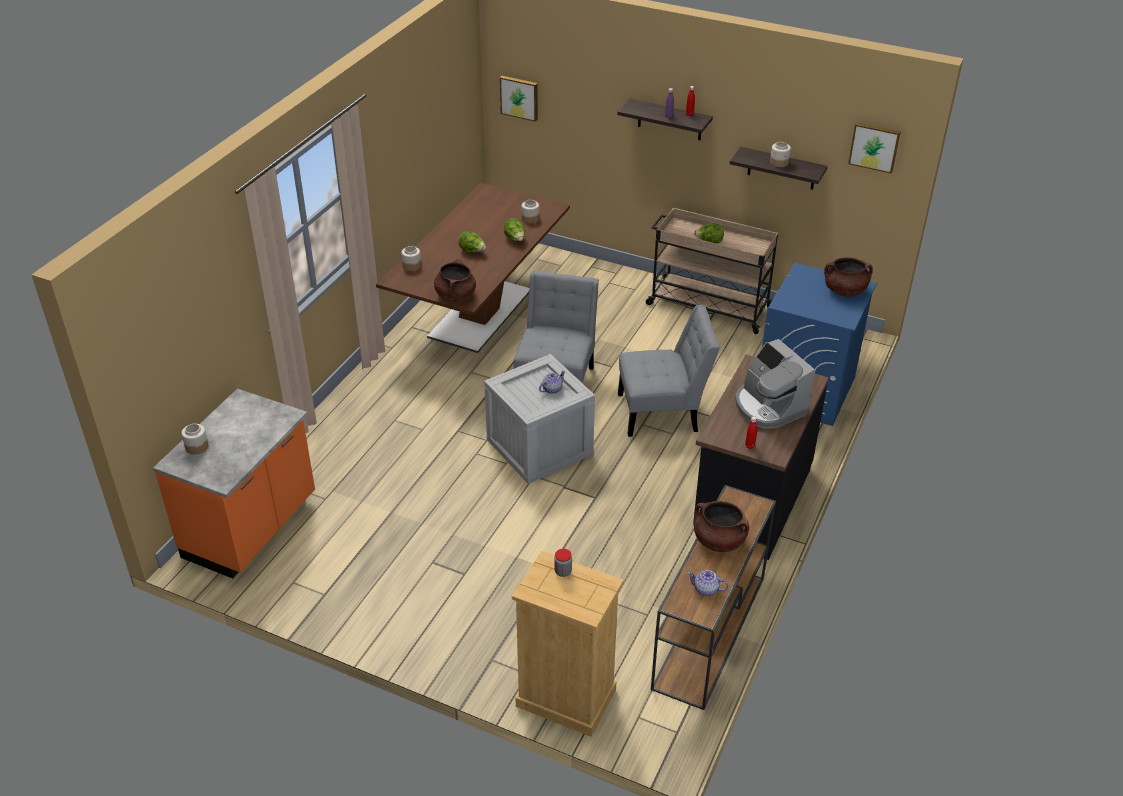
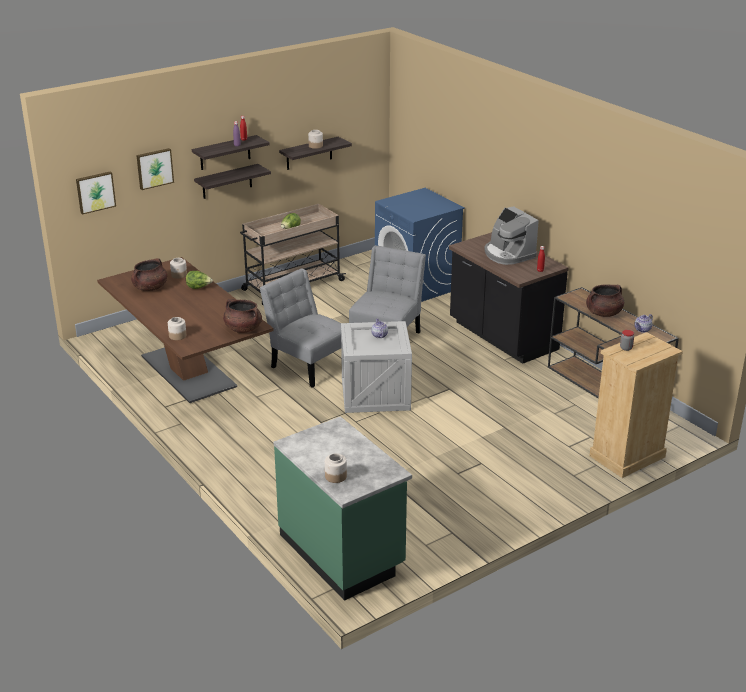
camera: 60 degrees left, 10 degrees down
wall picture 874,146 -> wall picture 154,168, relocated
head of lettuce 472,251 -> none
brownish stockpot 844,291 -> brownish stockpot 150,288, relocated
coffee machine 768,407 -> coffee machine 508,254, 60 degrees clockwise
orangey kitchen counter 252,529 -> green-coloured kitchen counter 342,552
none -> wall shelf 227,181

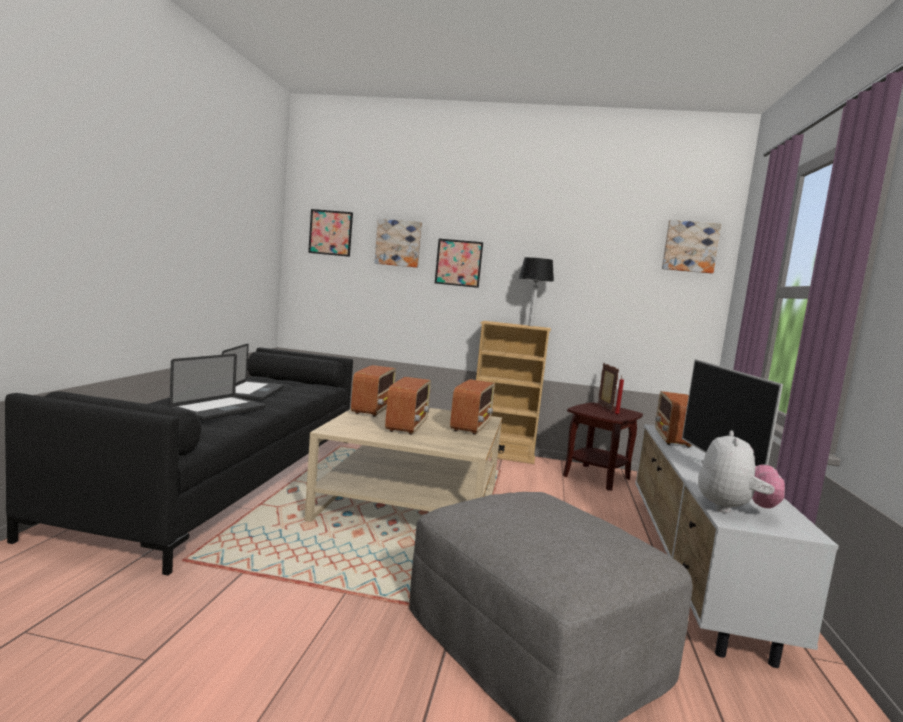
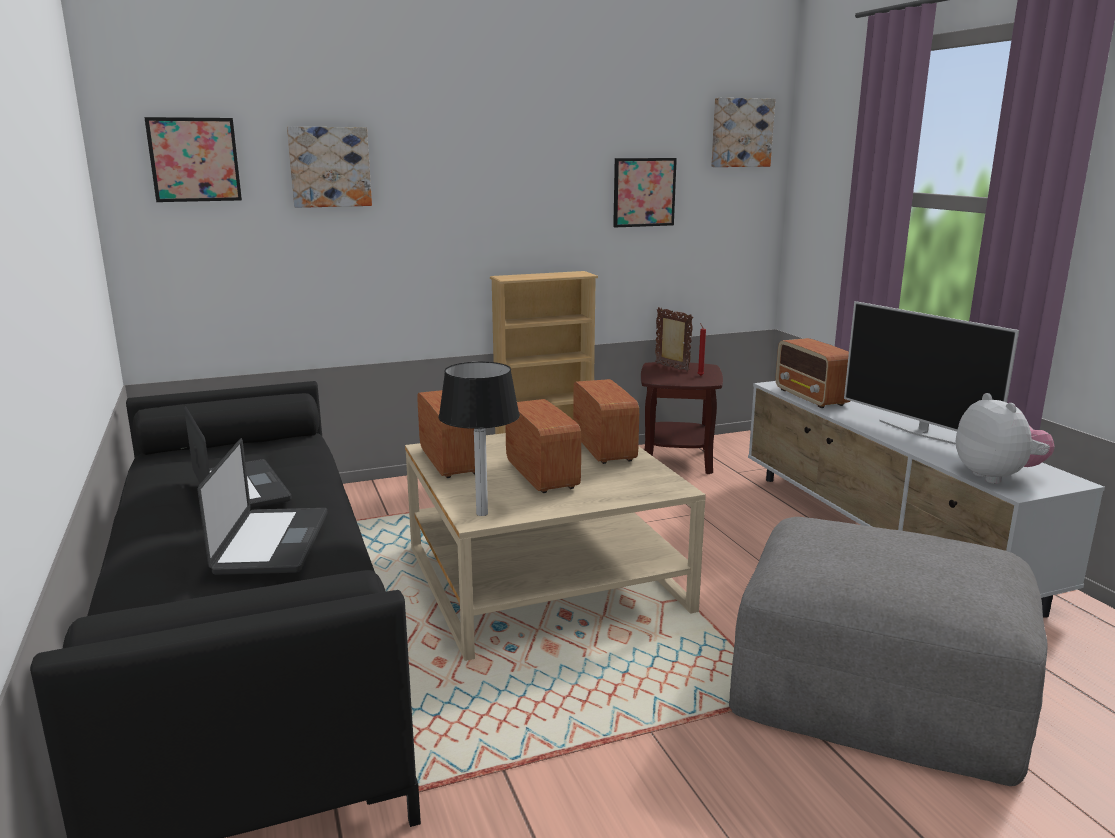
camera: 30 degrees left, 10 degrees up
wall picture 458,263 -> wall picture 644,192, relocated
table lamp 531,326 -> table lamp 483,513, relocated

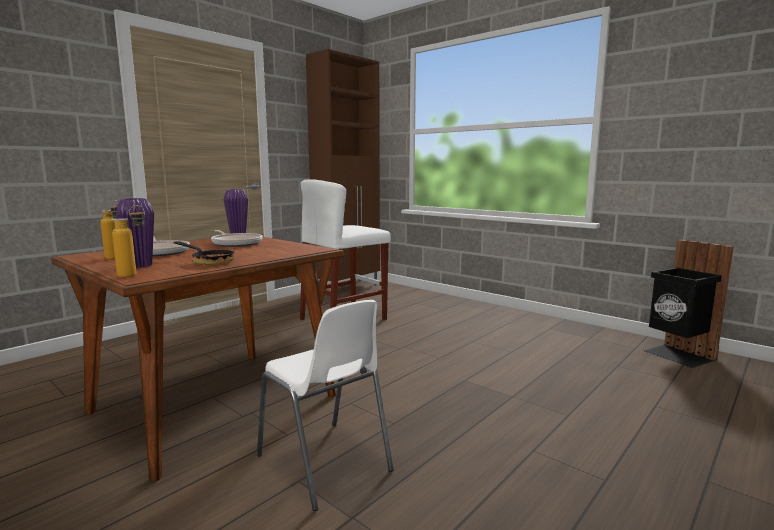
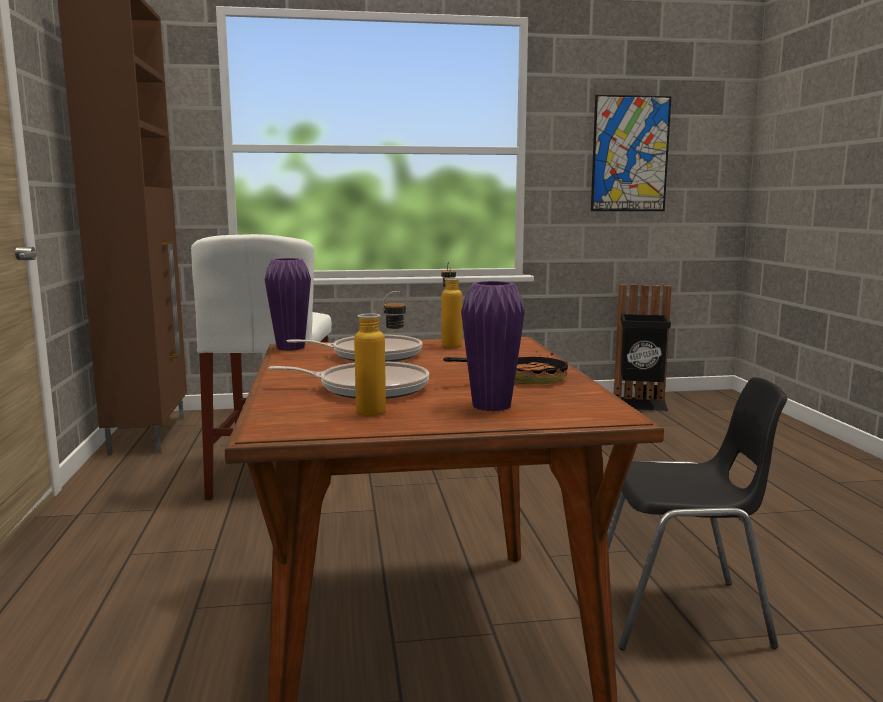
camera: 50 degrees left, 0 degrees up
bottle 134,274 -> bottle 450,345, relocated
white chair 325,463 -> black chair 681,614
none -> wall picture 630,154

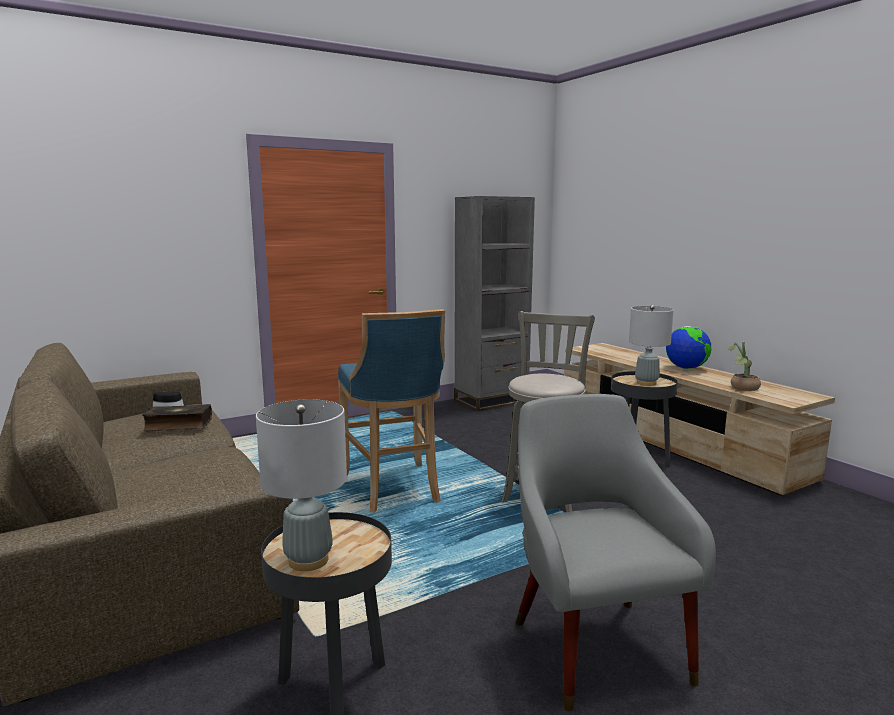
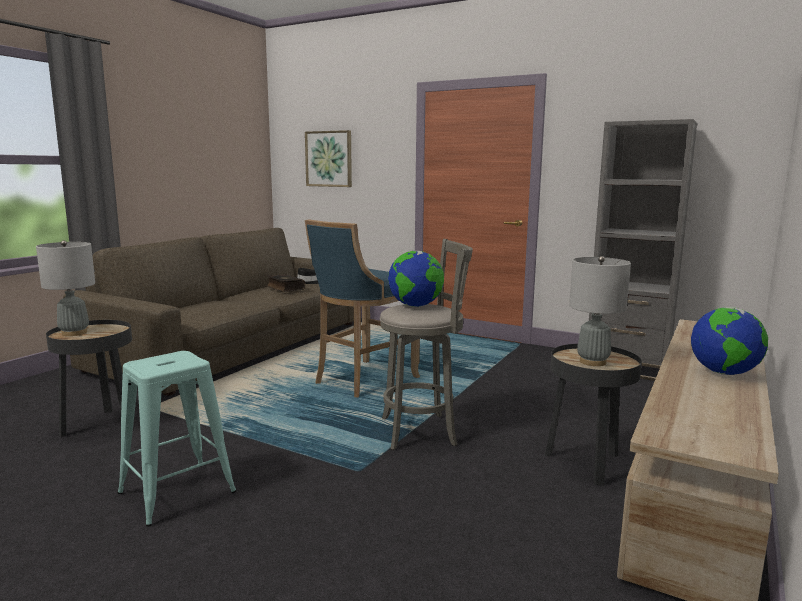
camera: 60 degrees right, 0 degrees up
potted plant 742,388 -> none
greyish lounge chair 595,642 -> turquoise-coloured sitting stool 177,492
none -> wall picture 329,159
none -> desk globe 415,306

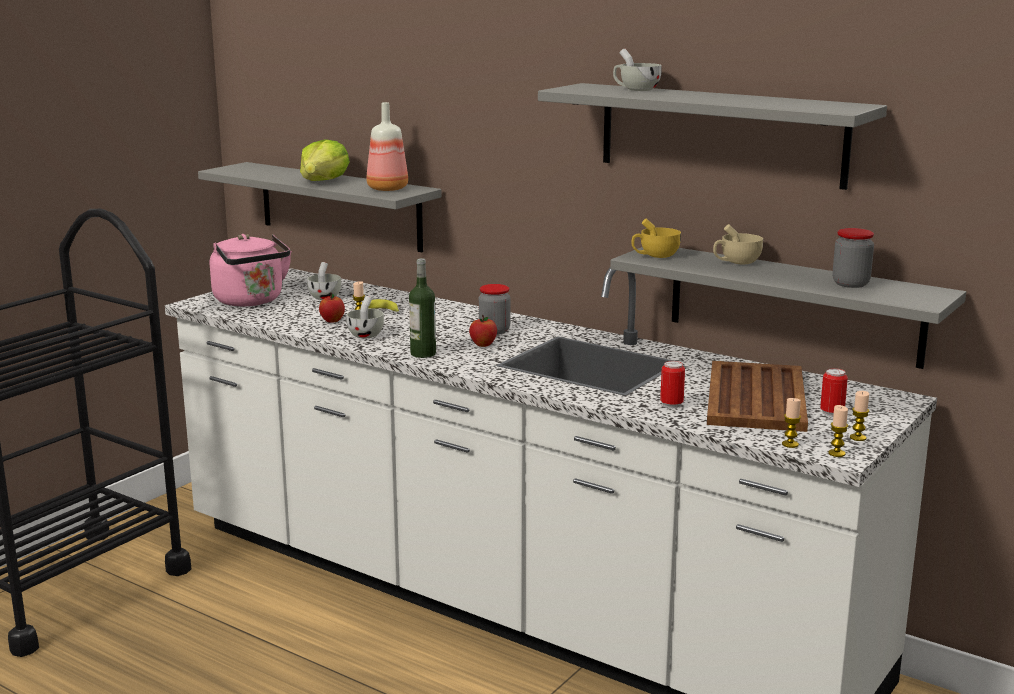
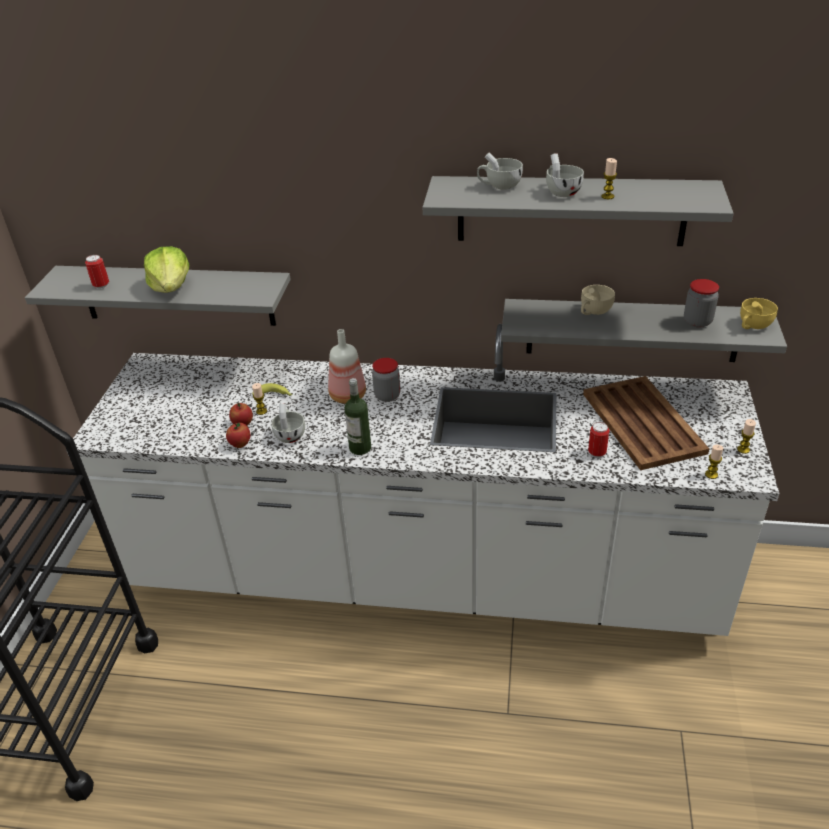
camera: 25 degrees left, 20 degrees up
bottle 387,189 -> bottle 348,396, relocated
yellow-coloured cup 655,255 -> yellow-coloured cup 752,326, relocated
pinkish water kettle 251,301 -> none
white cup 326,296 -> white cup 561,191, relocated
apple 483,345 -> apple 240,444, relocated
metal can 832,413 -> metal can 101,286, relocated
wax light 836,453 -> wax light 607,196, relocated

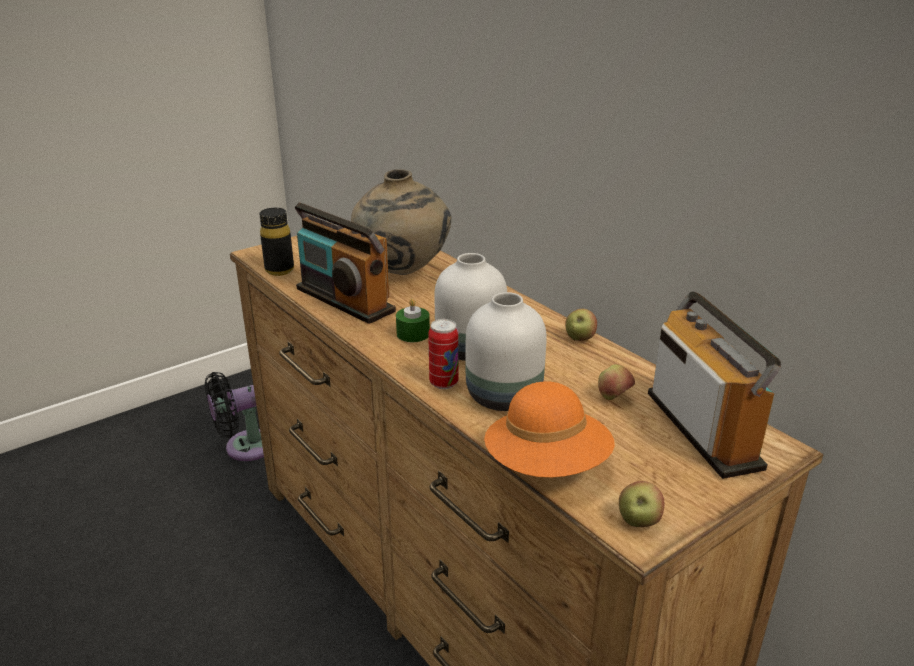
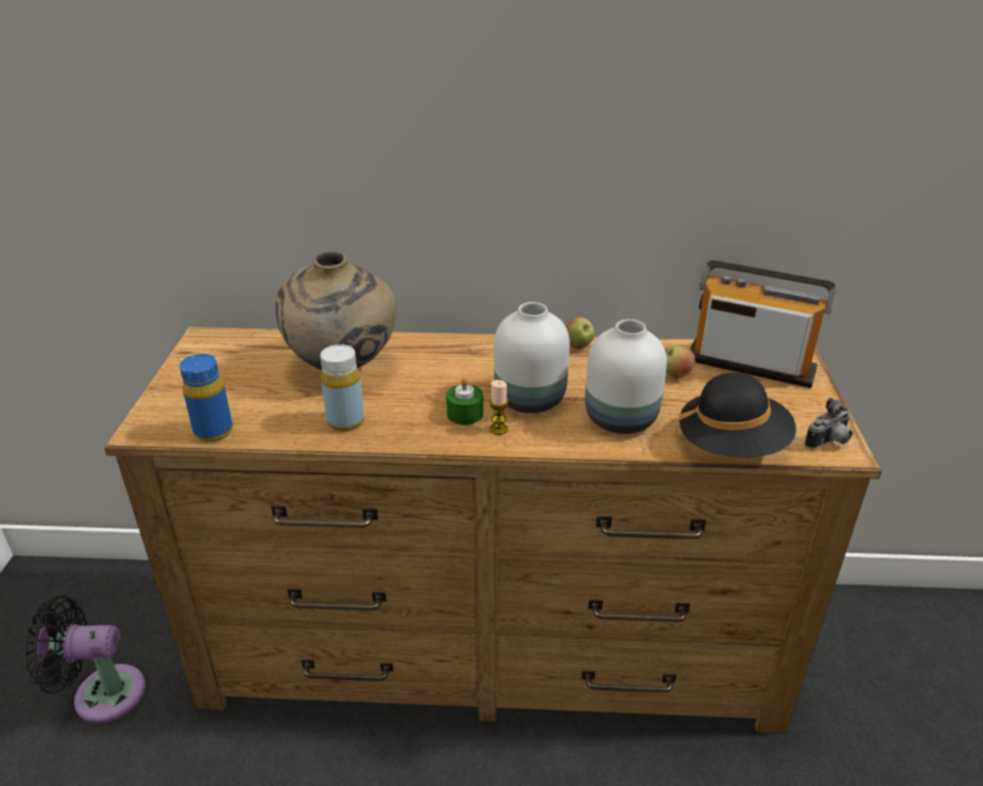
camera: 50 degrees left, 5 degrees up
radio set 344,300 -> yellow-coloured bottle 345,421
black bottle 279,270 -> blue-coloured bottle 213,431
metal can 443,383 -> none
black cooling fan 245,447 -> black cooling fan 102,694, 75 degrees clockwise
orangey hat 547,465 -> black hat 732,445
apple 638,522 -> photo camera 829,442
none -> wax light 498,429

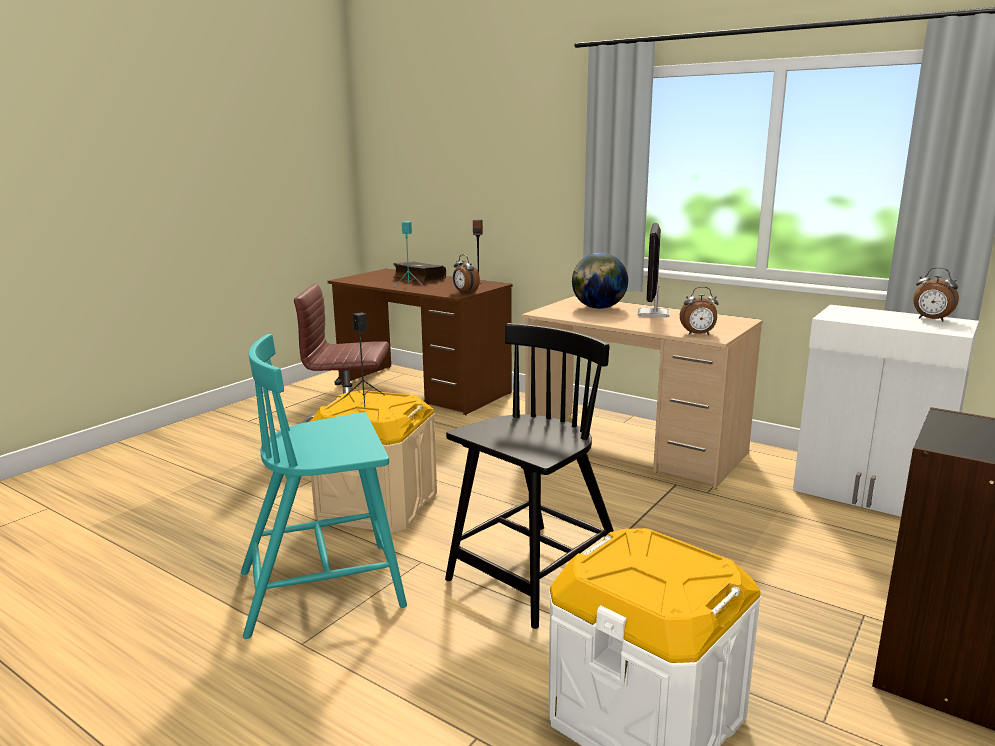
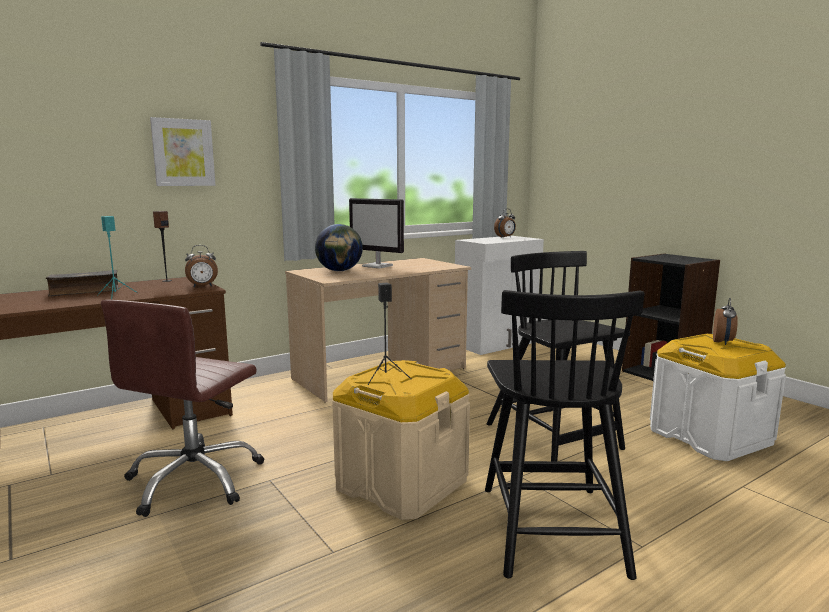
camera: 70 degrees left, 5 degrees down
table clock 698,334 -> table clock 723,342, relocated
turquoise-coloured chair 325,588 -> black chair 551,527
none -> wall picture 183,152

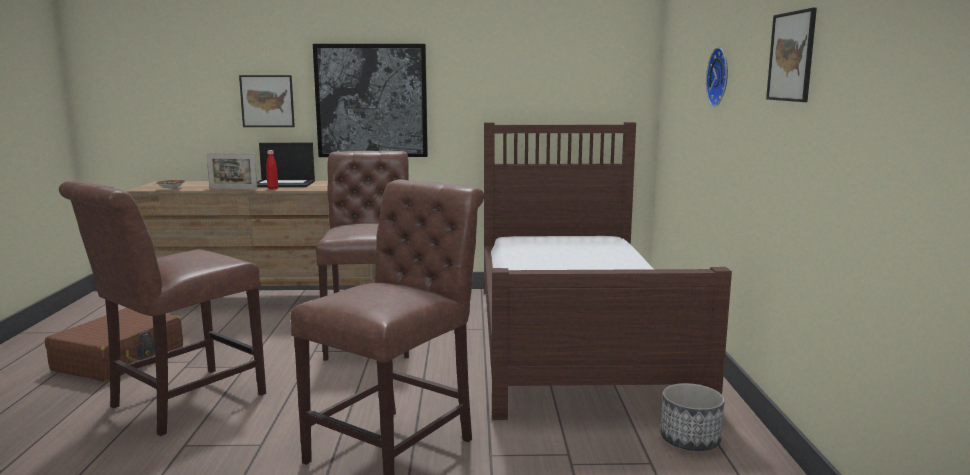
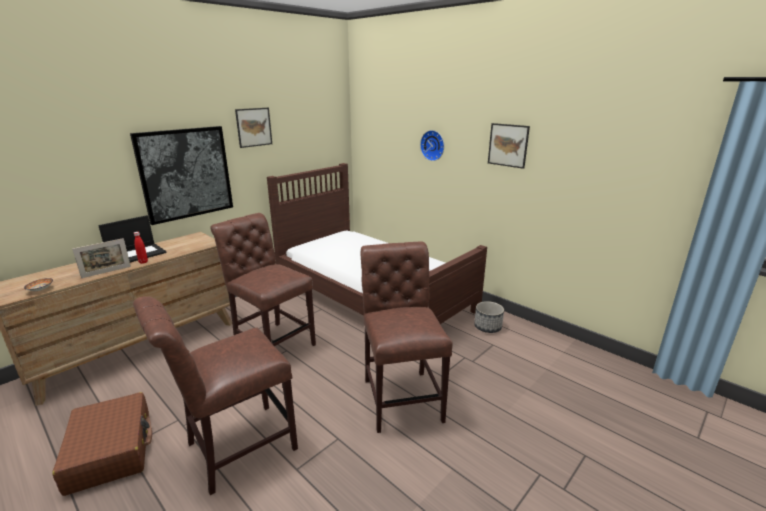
camera: 45 degrees left, 10 degrees up
wall picture 267,101 -> wall picture 254,127, relocated
brownish chair 180,402 -> brownish chair 235,448, 60 degrees clockwise

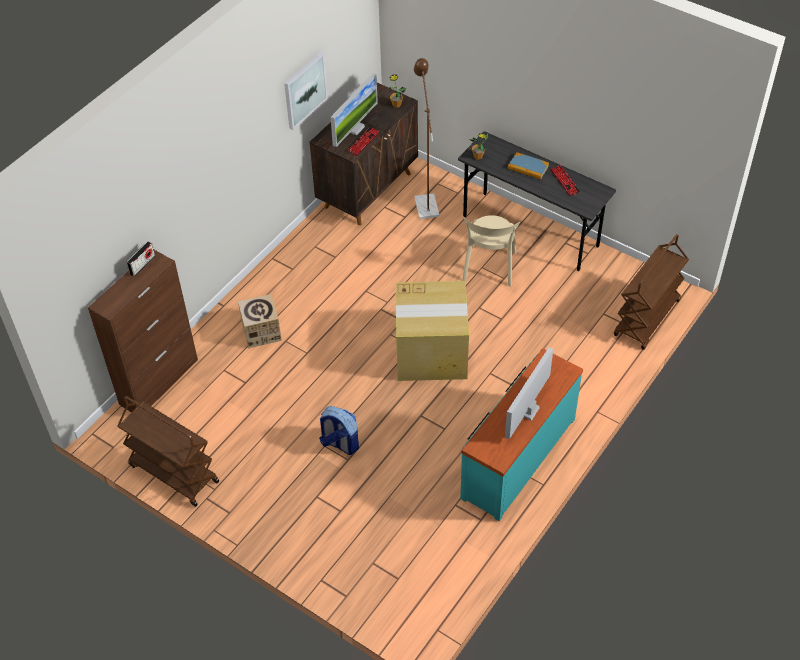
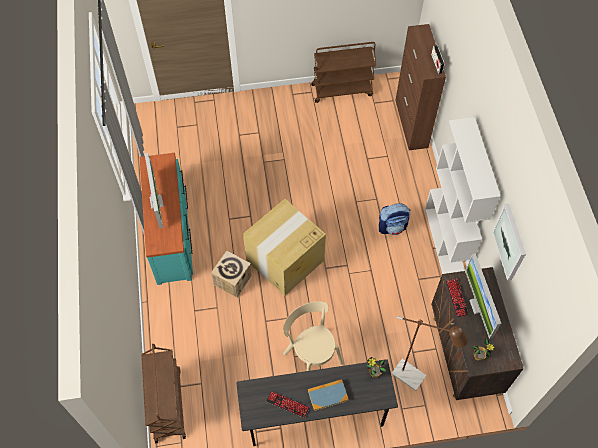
camera: 135 degrees right, 10 degrees up
carton 261,331 -> carton 232,280, relocated
knapsack 339,443 -> knapsack 392,227, relocated
none -> white shelving unit 445,242

